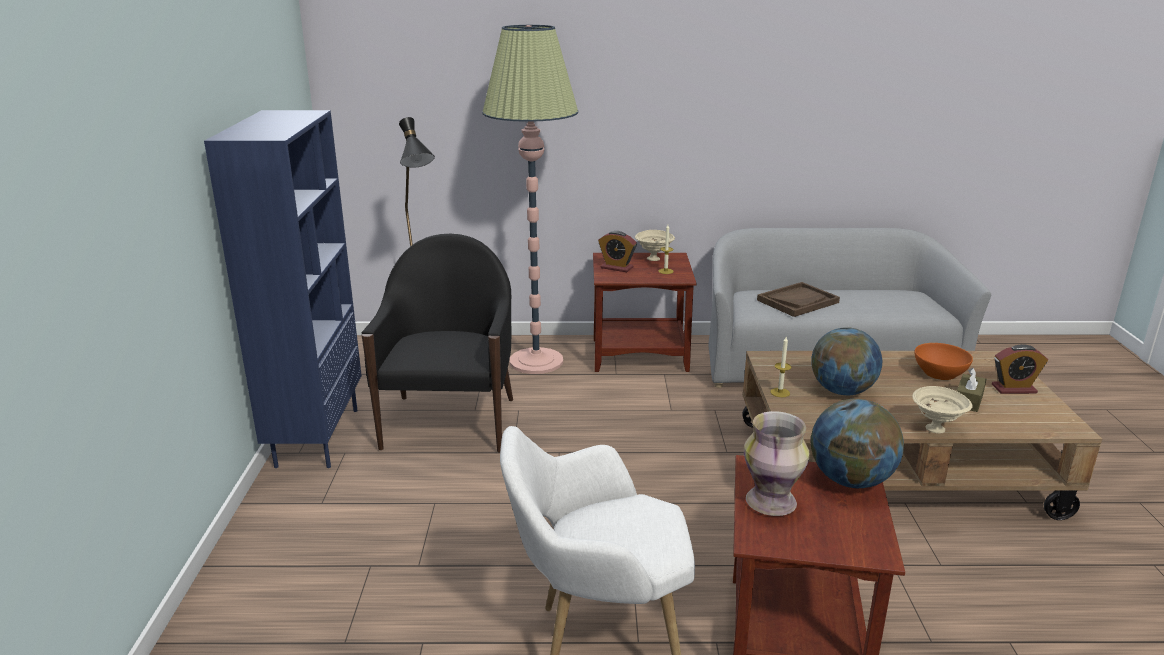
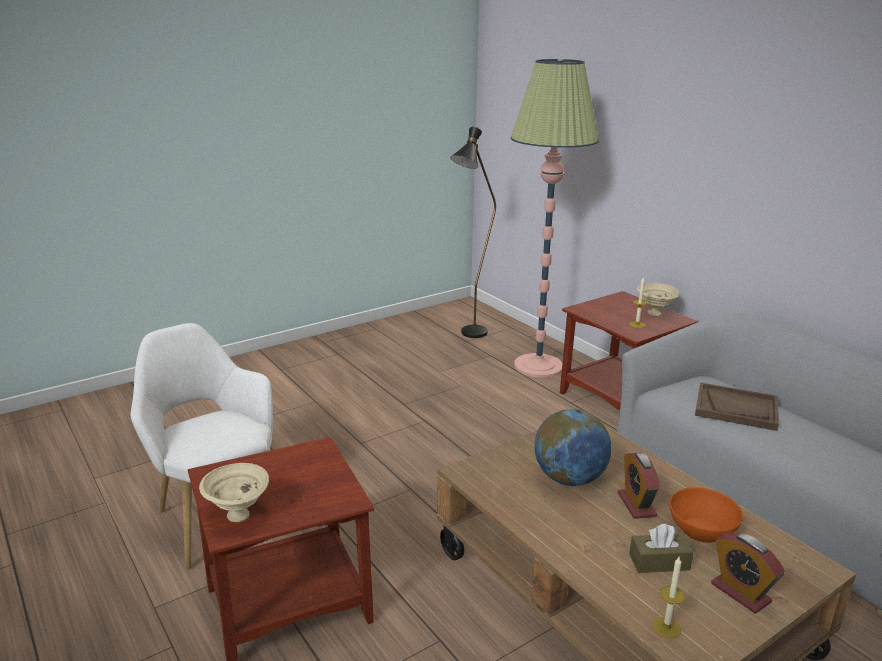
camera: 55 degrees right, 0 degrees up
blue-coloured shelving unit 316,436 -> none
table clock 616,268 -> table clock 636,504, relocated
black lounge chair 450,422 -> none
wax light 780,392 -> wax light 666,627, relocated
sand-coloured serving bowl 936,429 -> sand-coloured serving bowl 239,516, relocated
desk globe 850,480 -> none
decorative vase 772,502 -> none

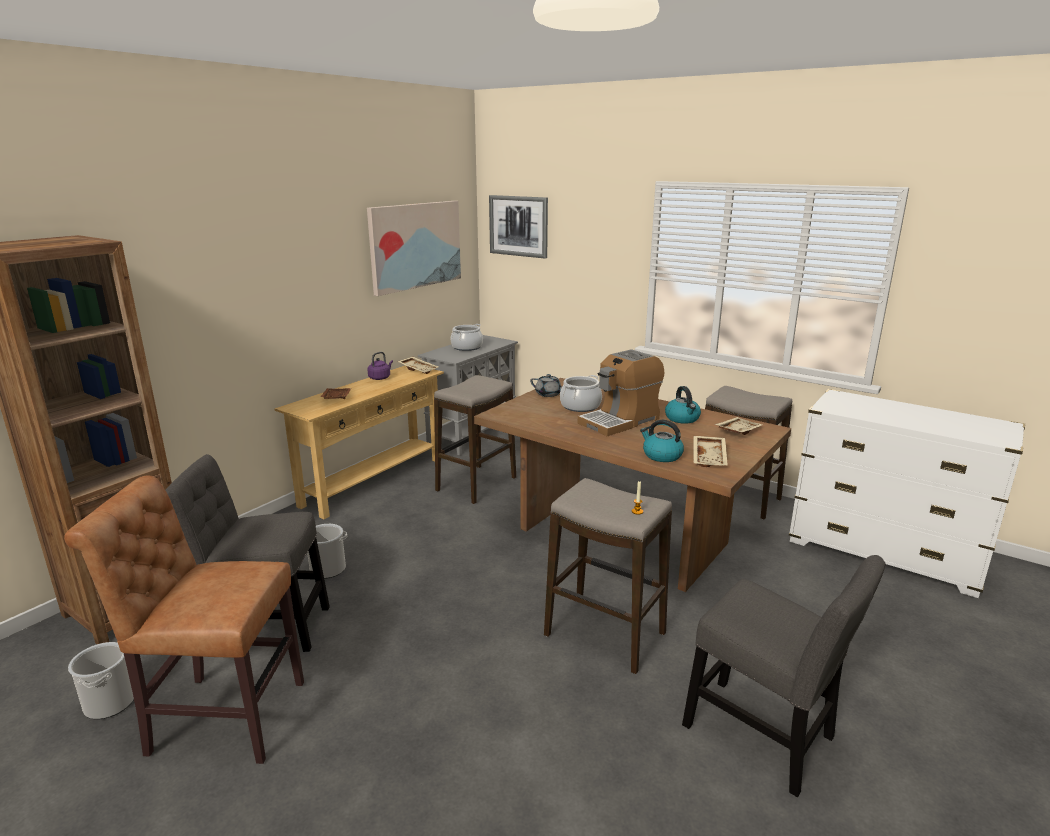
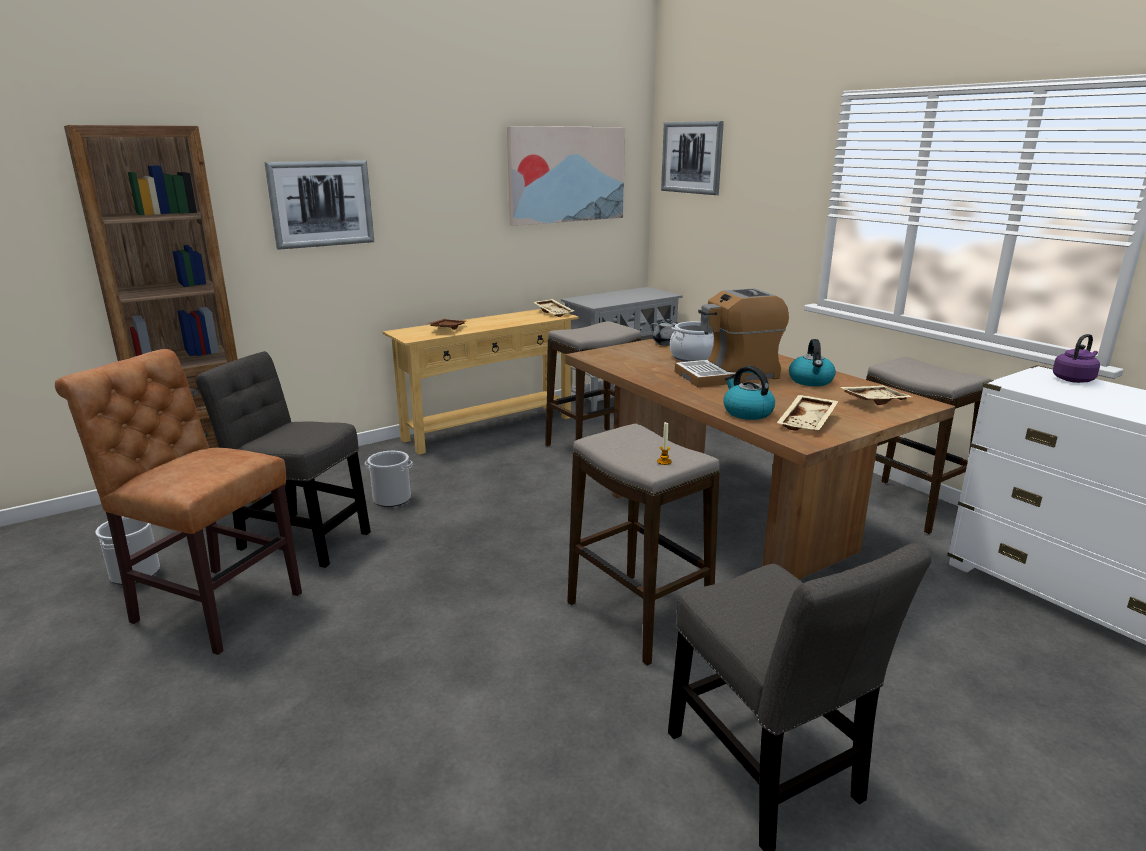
camera: 20 degrees right, 0 degrees up
stockpot 466,347 -> none
purplish water kettle 380,378 -> purplish water kettle 1074,379, relocated
none -> wall picture 321,204

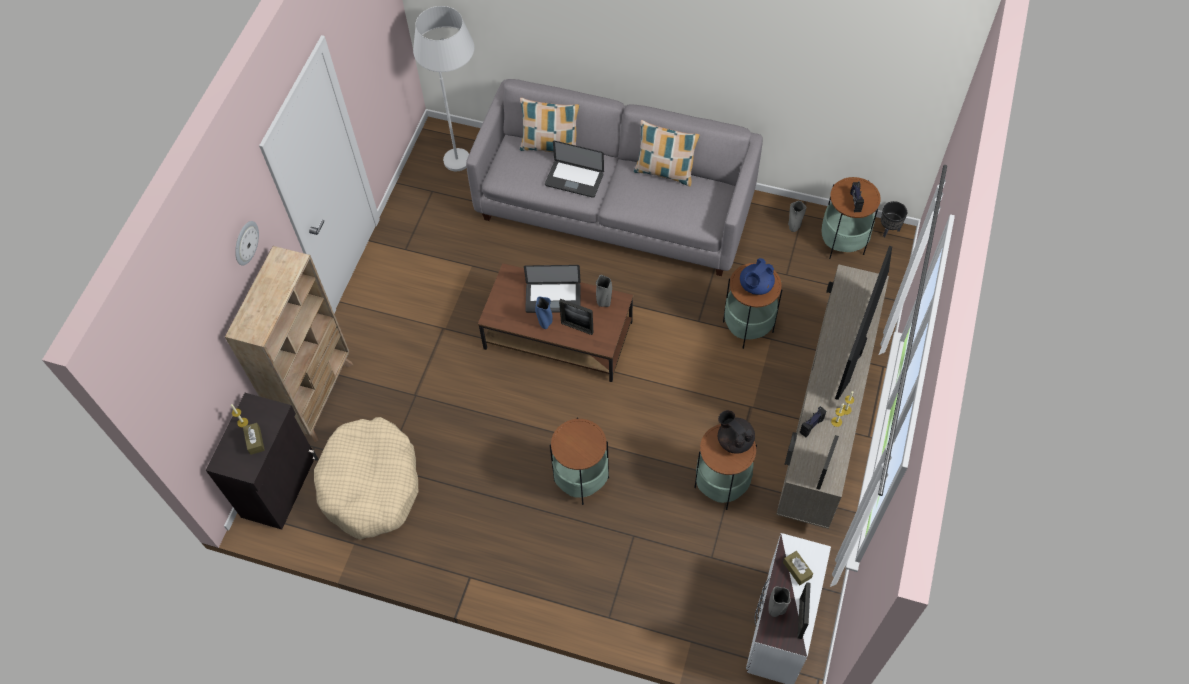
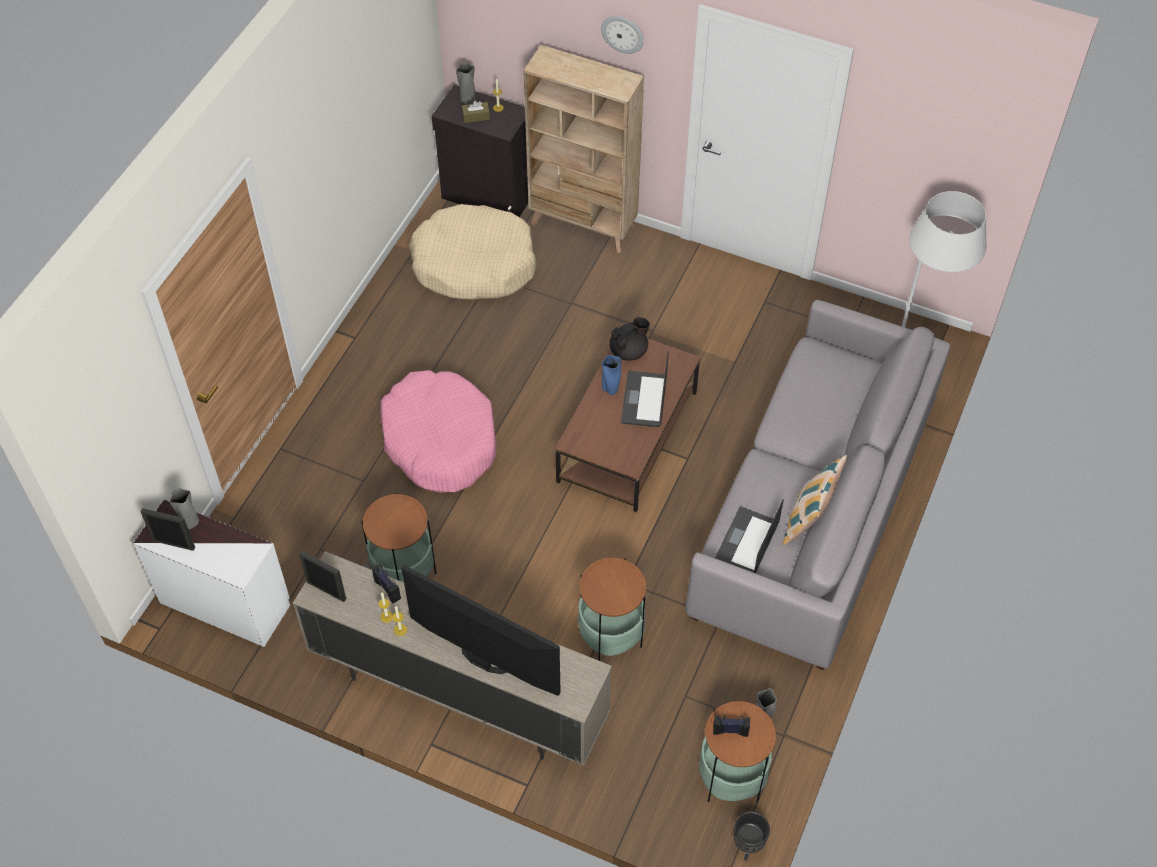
camera: 95 degrees right, 5 degrees down
throw pillow 550,146 -> none
notebook computer 574,180 -> notebook computer 746,542, relocated
blue-coloured teapot 755,286 -> none
greyish decorative vase 604,302 -> greyish decorative vase 467,100, relocated
standing frame 577,328 -> none
black teapot 734,440 -> black teapot 629,351, relocated
end table 581,479 -> pinkish pet bed 440,440
brownish tissue holder 797,570 -> none

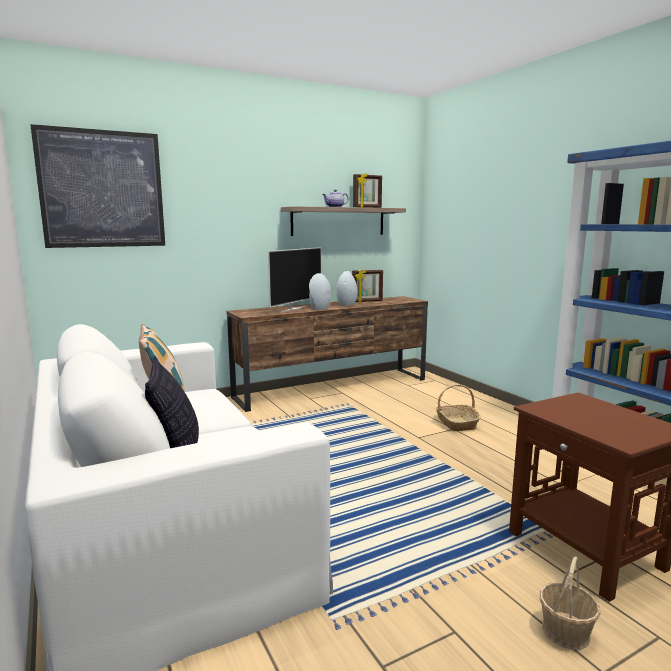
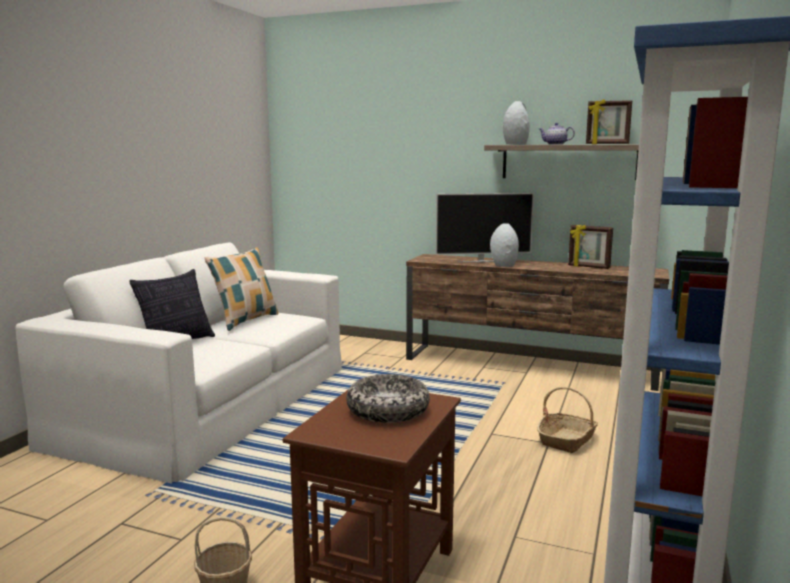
camera: 50 degrees right, 0 degrees up
wall picture 102,189 -> none
greyish decorative vase 346,304 -> greyish decorative vase 515,144, relocated
none -> serving bowl 387,410

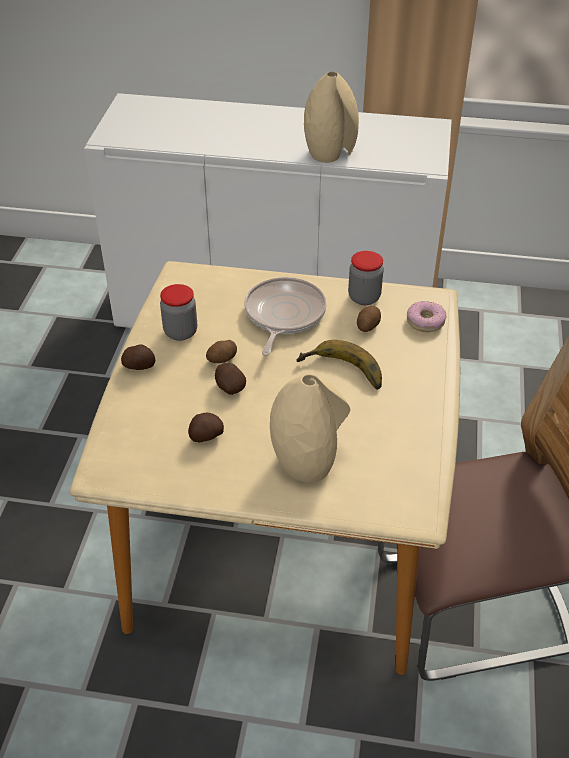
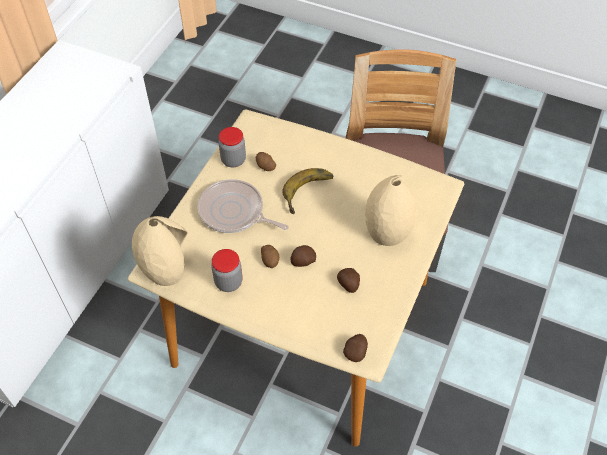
camera: 75 degrees left, 10 degrees up
sand-coloured decorative vase 330,153 -> sand-coloured decorative vase 166,269, relocated
doughnut 425,321 -> none
spud 139,366 -> spud 356,352, relocated

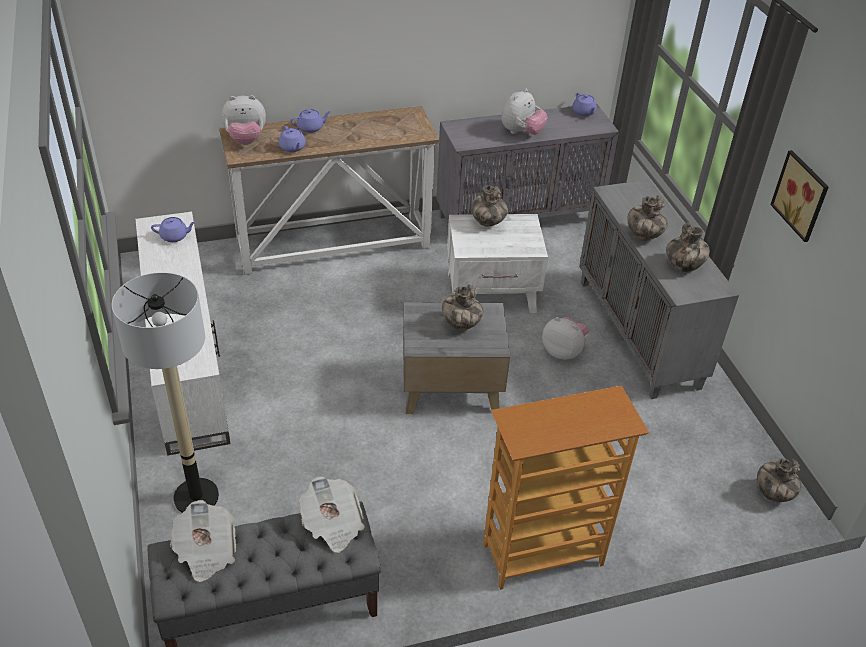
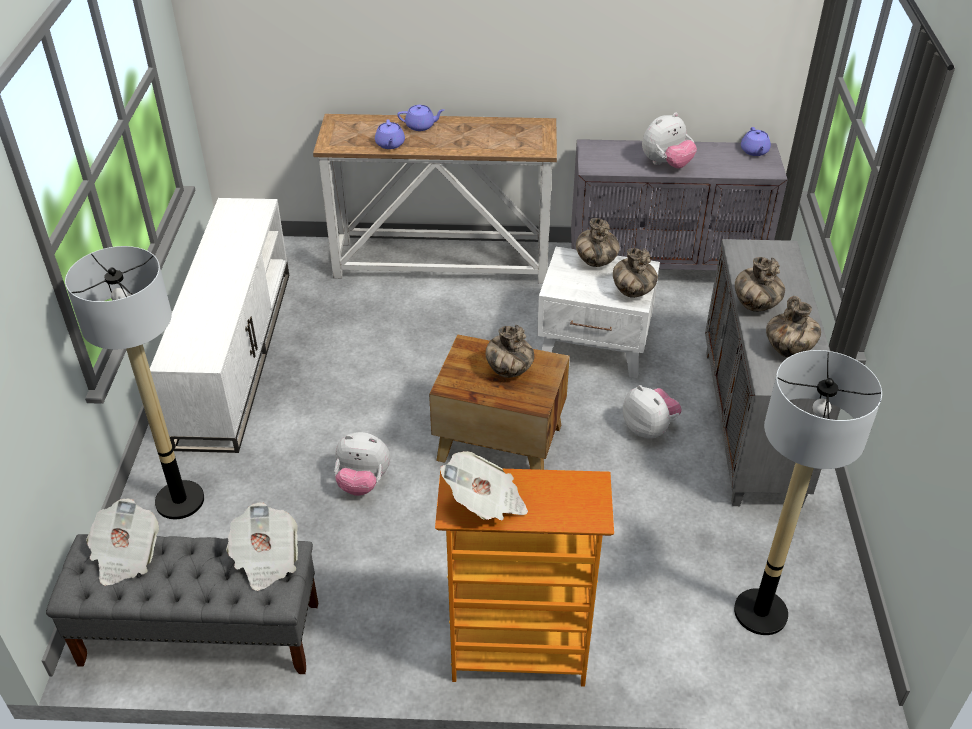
camera: 20 degrees right, 0 degrees up
plush toy 246,140 -> plush toy 363,482, relocated
wall picture 802,195 -> none
purplish teapot 175,236 -> none
greyish end table 449,387 -> brownish end table 498,441
decorative vase 772,494 -> decorative vase 632,292, relocated
none -> standing lamp 761,612
none -> newspaper 485,502

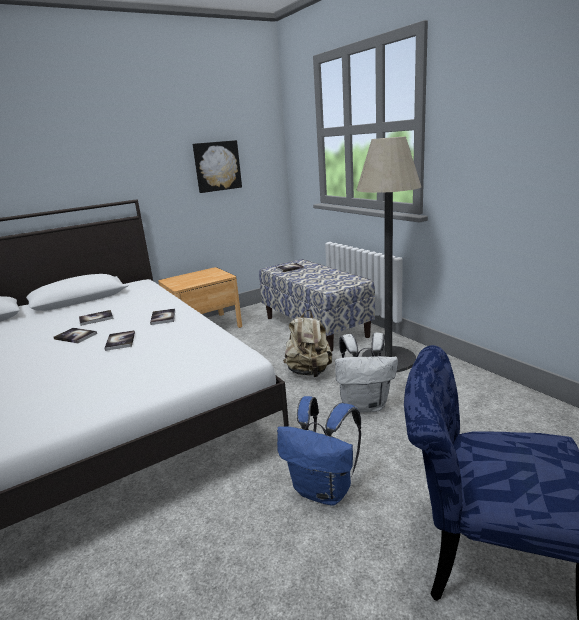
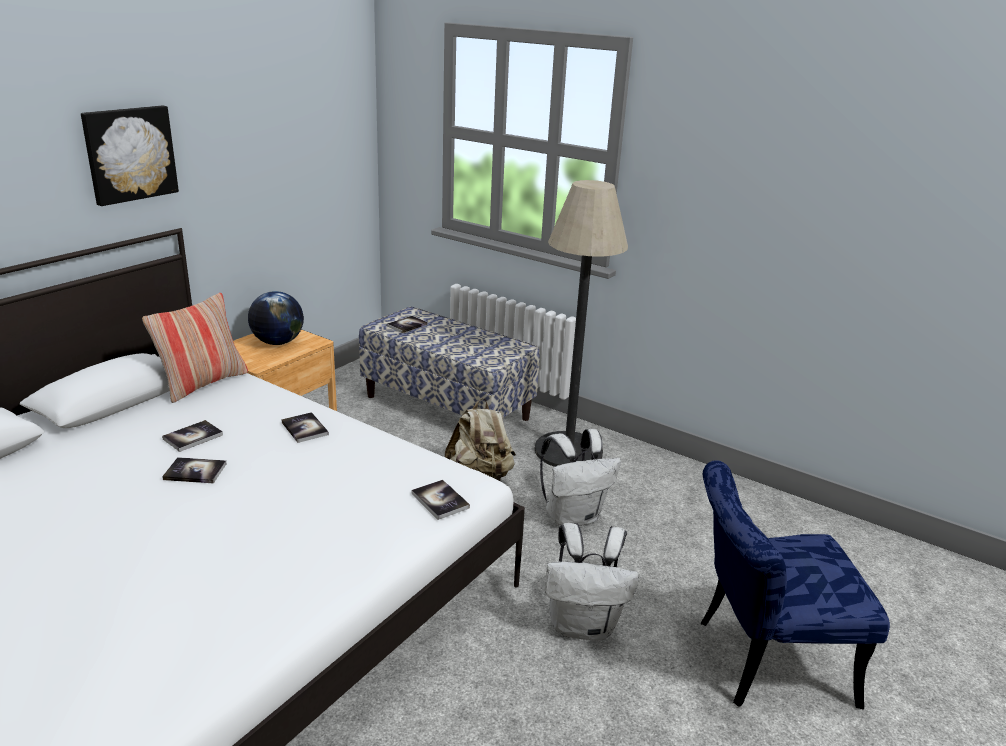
camera: 25 degrees left, 5 degrees up
wall picture 217,166 -> wall picture 129,154, relocated
volume 120,341 -> volume 440,500, relocated
blue-coloured knapsack 324,490 -> white knapsack 584,625
none -> desk globe 277,342
none -> throw pillow 203,383

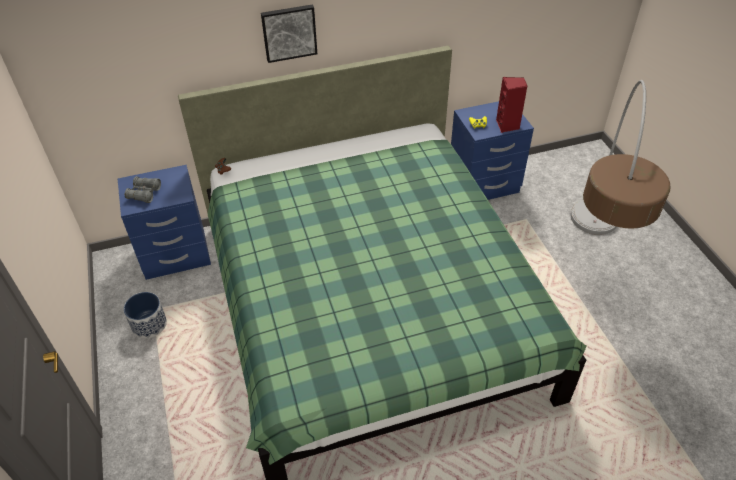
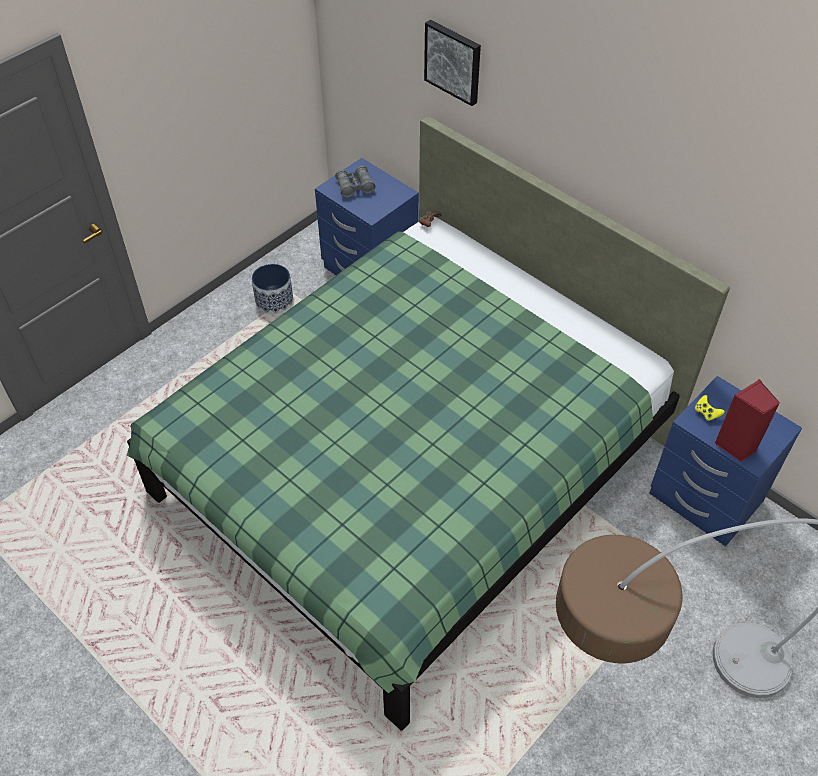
camera: 60 degrees right, 5 degrees up
wall picture 289,32 -> wall picture 454,61, relocated

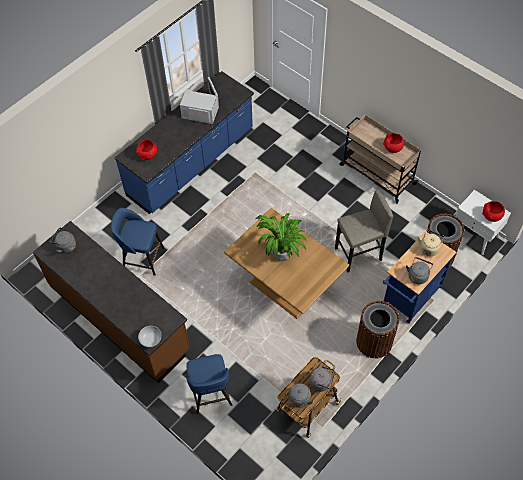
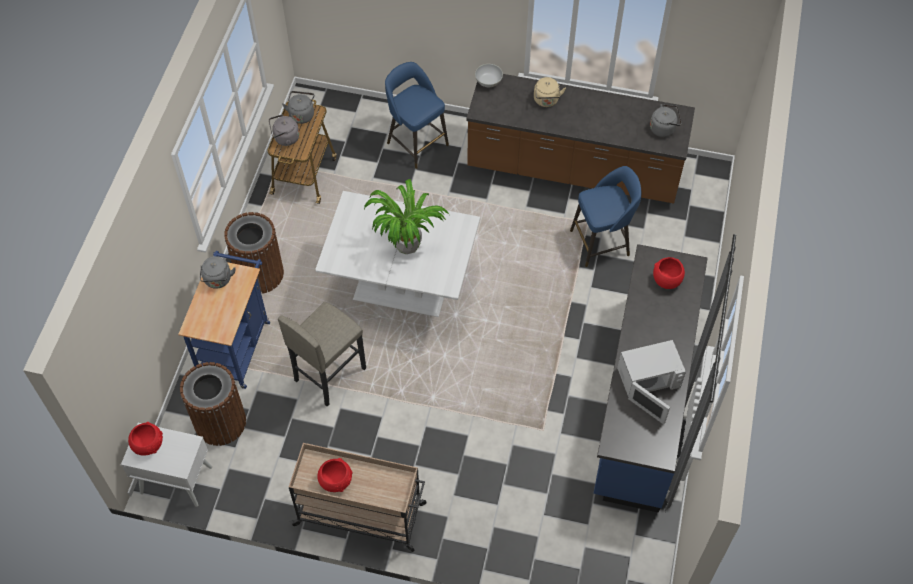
camera: 150 degrees right, 0 degrees up
brownish dining table 285,287 -> white dining table 402,288
sand-coloured water kettle 429,248 -> sand-coloured water kettle 546,101, relocated

